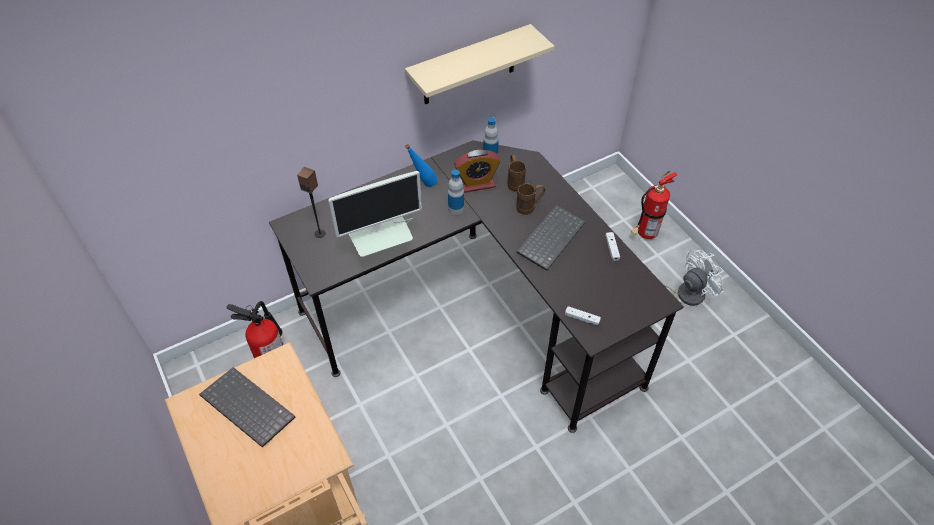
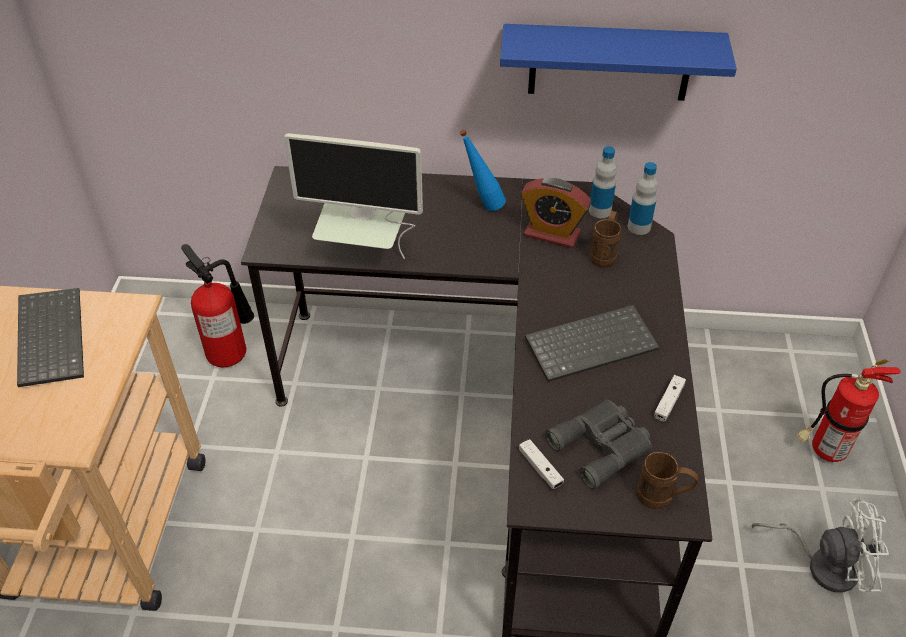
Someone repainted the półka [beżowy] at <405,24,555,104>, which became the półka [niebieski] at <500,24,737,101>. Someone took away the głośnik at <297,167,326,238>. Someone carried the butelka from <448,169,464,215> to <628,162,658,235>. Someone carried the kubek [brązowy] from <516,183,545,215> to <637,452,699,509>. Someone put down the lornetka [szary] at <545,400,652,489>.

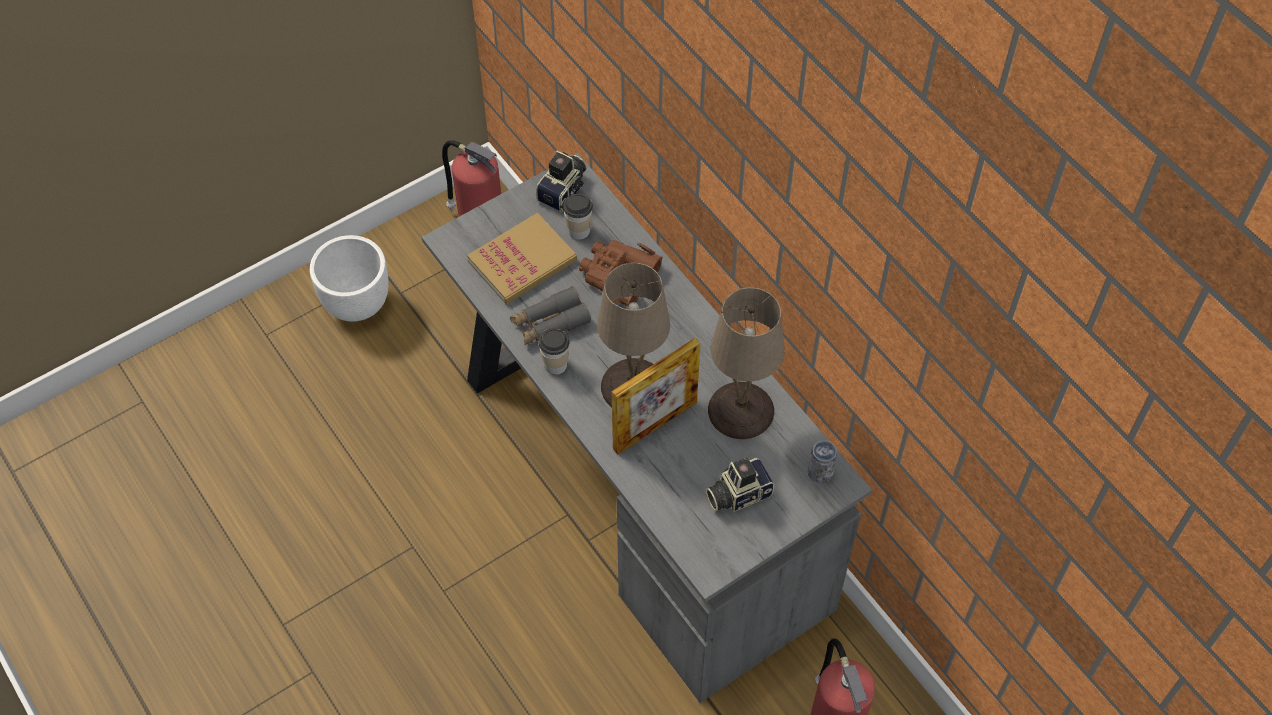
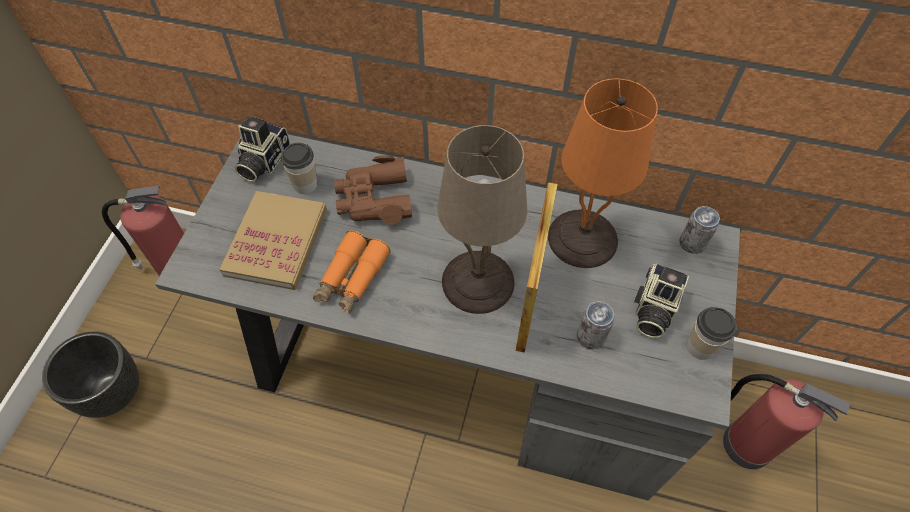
Someone rotated the aparat fotograficzny at <536,150,587,212> by 150 degrees counterclockwise. Someone repainted the donica [biały] at <310,235,389,322>, which became the donica [czarny] at <42,331,139,418>. Someone repainted the lornetka [szary] at <510,286,591,345>, which became the lornetka [pomarańczowy] at <313,230,391,314>. Someone repainted the lampa stołowa [beżowy] at <708,288,784,439>, which became the lampa stołowa [pomarańczowy] at <548,78,658,268>. Someone carried the filiżanka from <538,328,569,375> to <687,307,737,360>. Someone put down the puszka at <577,301,614,350>.

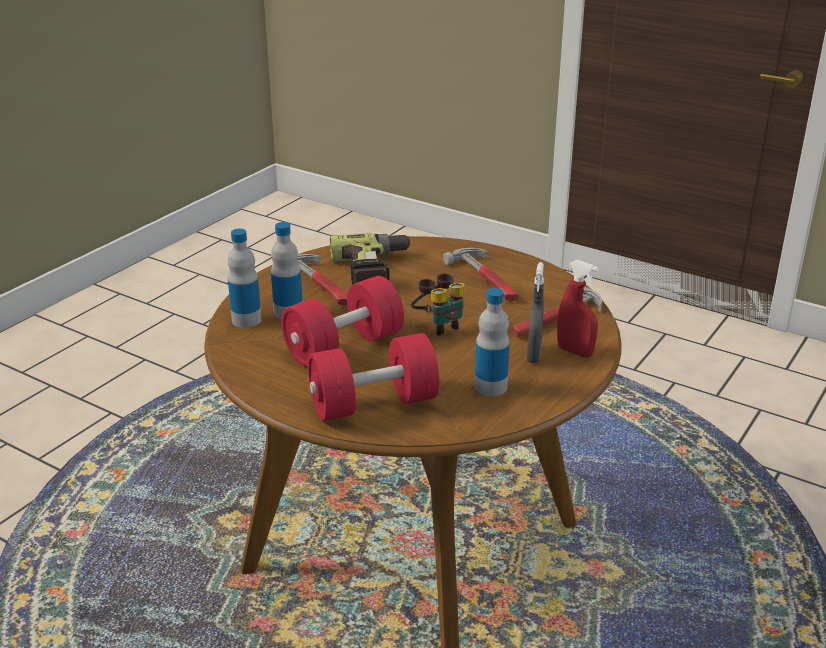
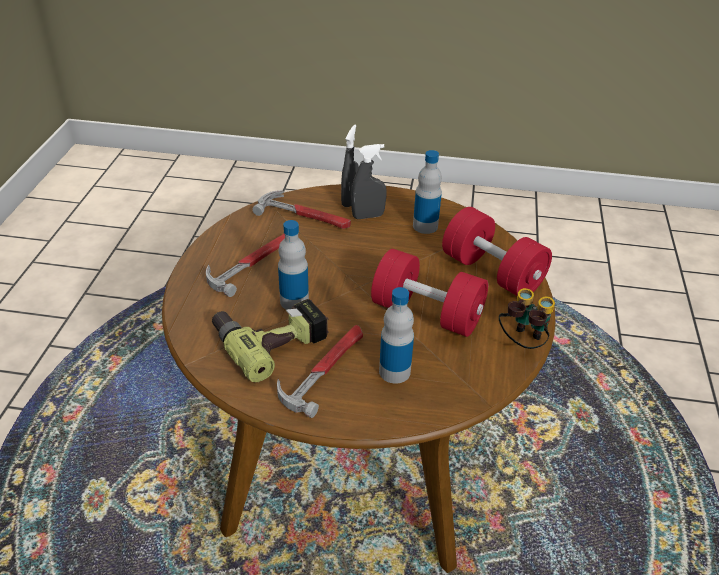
Someone carried the butelka from <227,229,262,328> to <278,220,309,310>. Someone repainted the spryskiwacz [czerwony] at <557,260,599,358>, which became the spryskiwacz [szary] at <341,124,359,207>. Someone carried the lornetka from <411,274,465,336> to <499,288,555,349>.

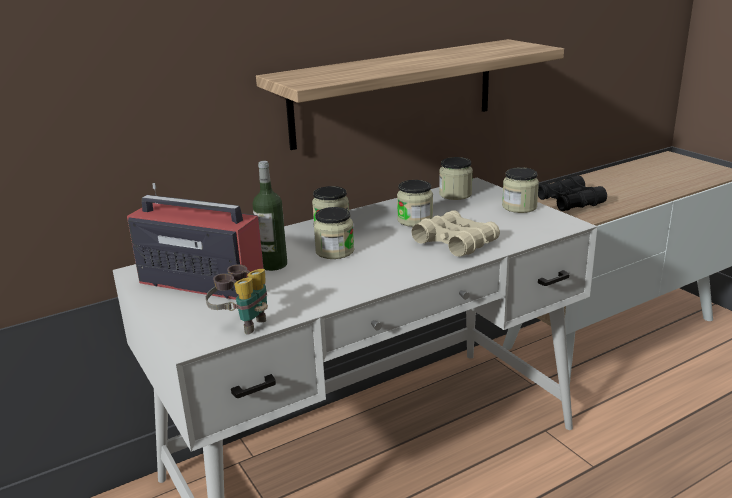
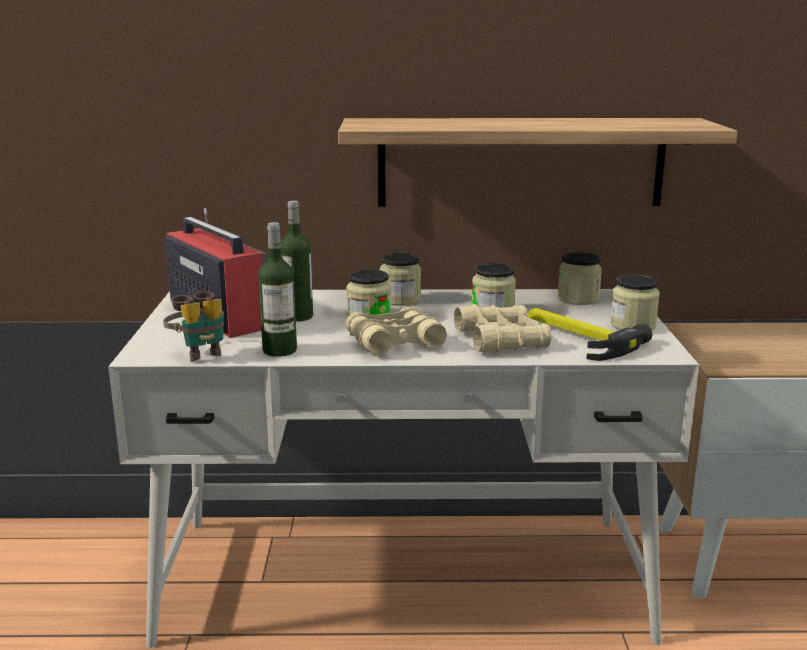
Someone took away the lornetka [czarny] at <538,176,607,211>. Someone put down the butelka at <258,222,297,357>. Someone put down the lornetka [beżowy] at <346,307,447,355>. Someone put down the młotek at <528,308,652,361>.

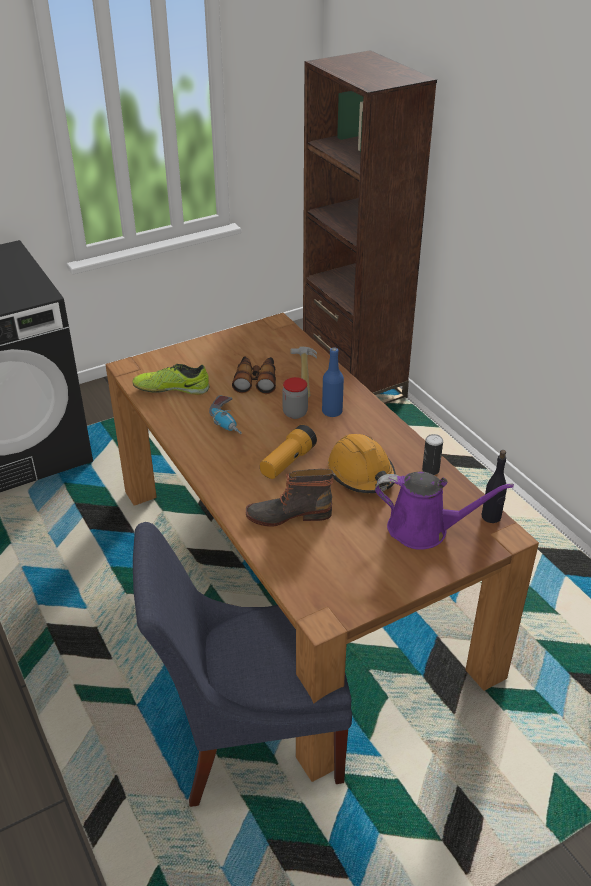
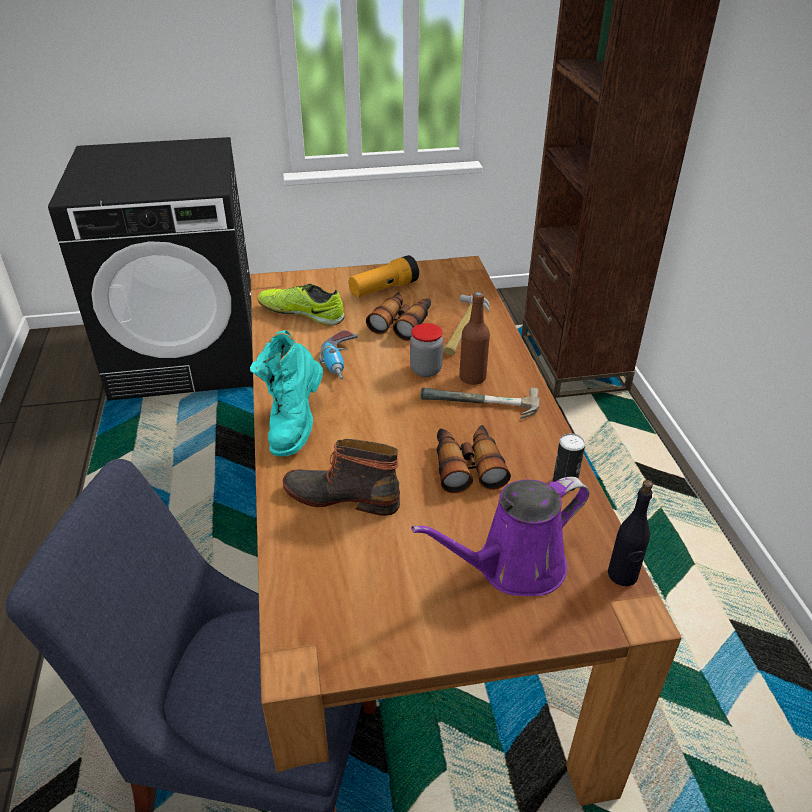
Someone repainted the butelka [niebieski] at <322,348,344,417>, which became the butelka [brązowy] at <459,291,490,385>. Someone carried the latarka from <260,425,317,479> to <349,255,419,298>. Someone swapped the kask [pomarańczowy] at <328,434,396,493> for the lornetka at <436,425,511,493>. Someone rotated the konewka [fioletowy] at <375,471,514,550> by 120 degrees clockwise. Someone put down the but z cholewką [turkusowy] at <250,330,323,456>. Someone put down the młotek at <420,387,540,419>.

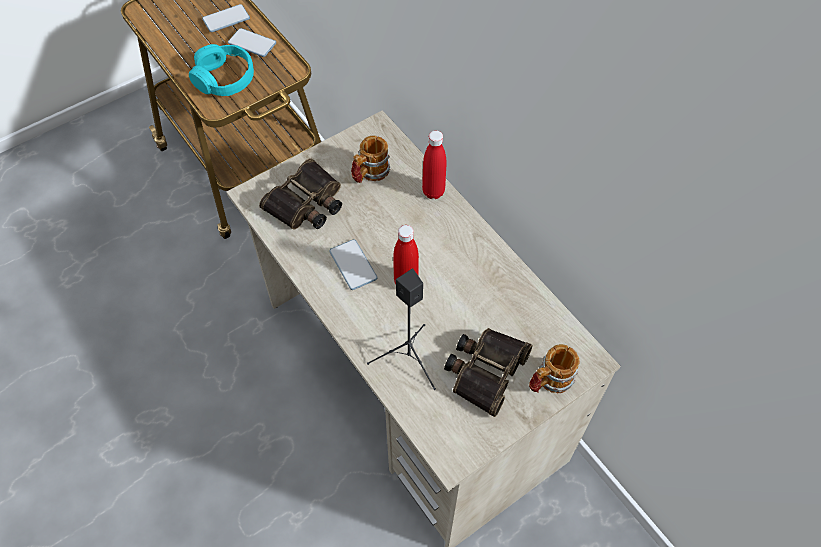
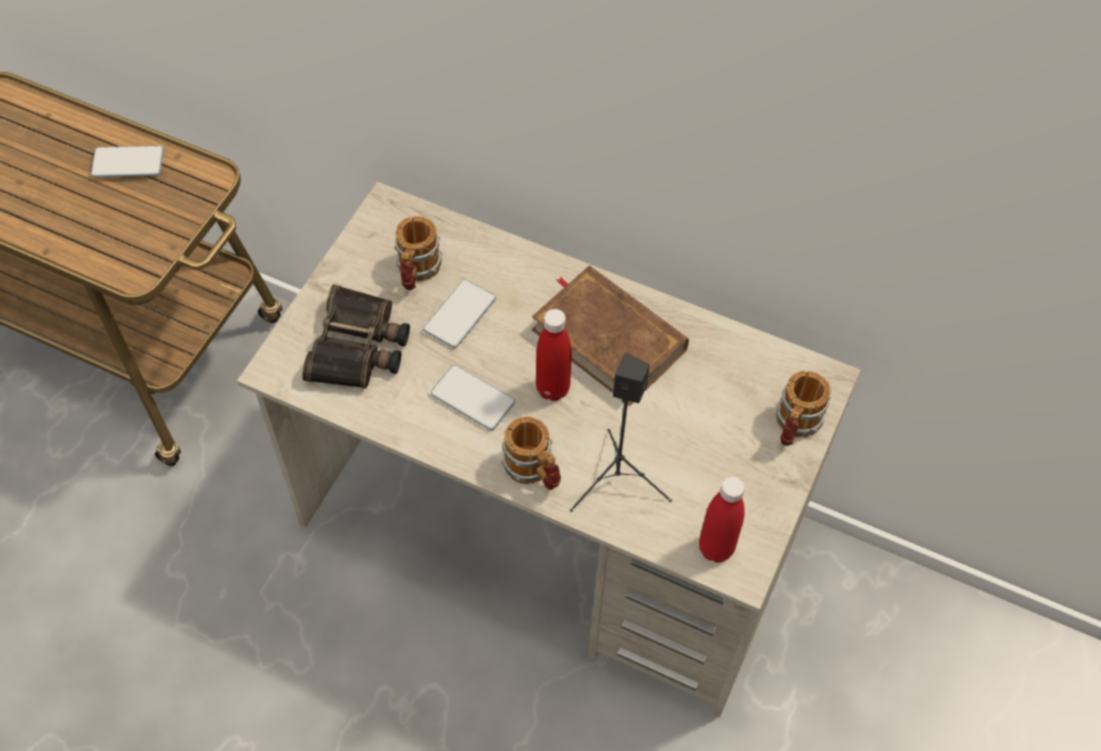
Someone carried the telefon from <202,4,250,32> to <423,280,496,348>. Someone took away the słuchawki [turkusowy] at <189,44,254,96>. Someone carried the butelka [czerwony] from <422,130,447,199> to <699,476,745,563>. Someone took away the lornetka at <444,328,533,417>. Someone put down the książka [brązowy] at <532,266,689,406>. Someone put down the kubek at <501,416,561,490>.

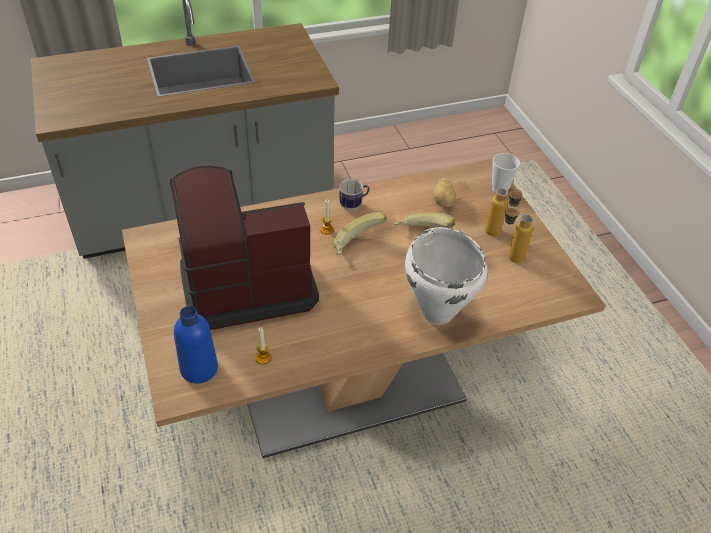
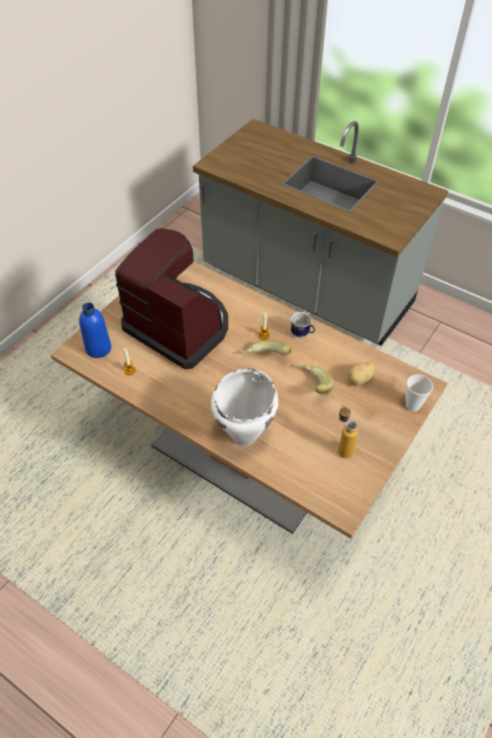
Someone took away the butelka at <485,188,523,236>.

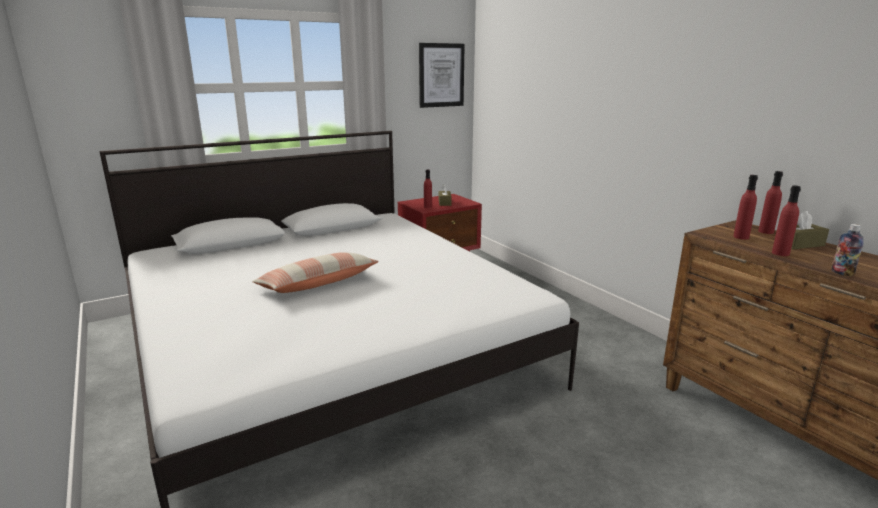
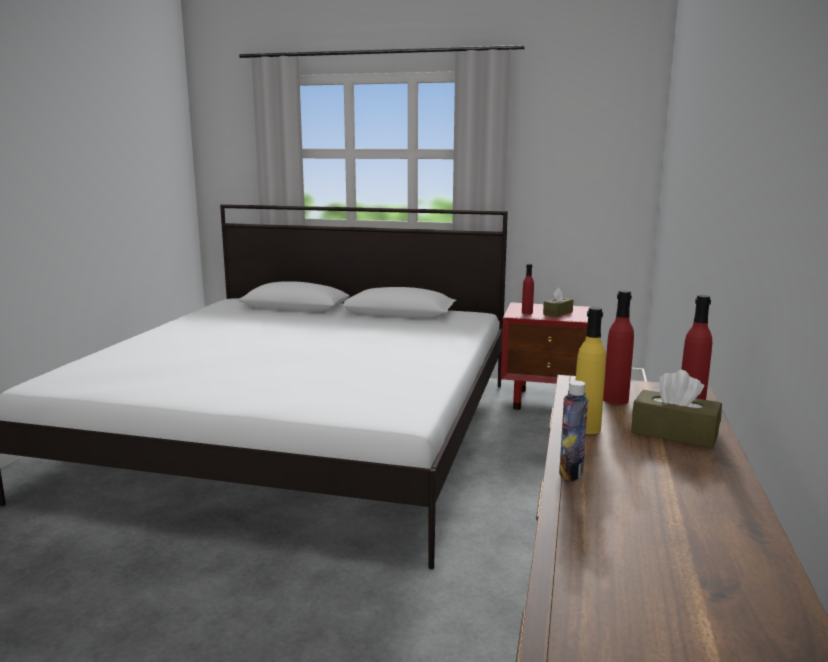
Someone took away the obraz at <419,43,465,108>. Someone repainted the butelka [czerwony] at <772,186,801,256>, which became the butelka [żółty] at <576,307,606,434>. Someone took away the poduszka at <252,252,379,293>.

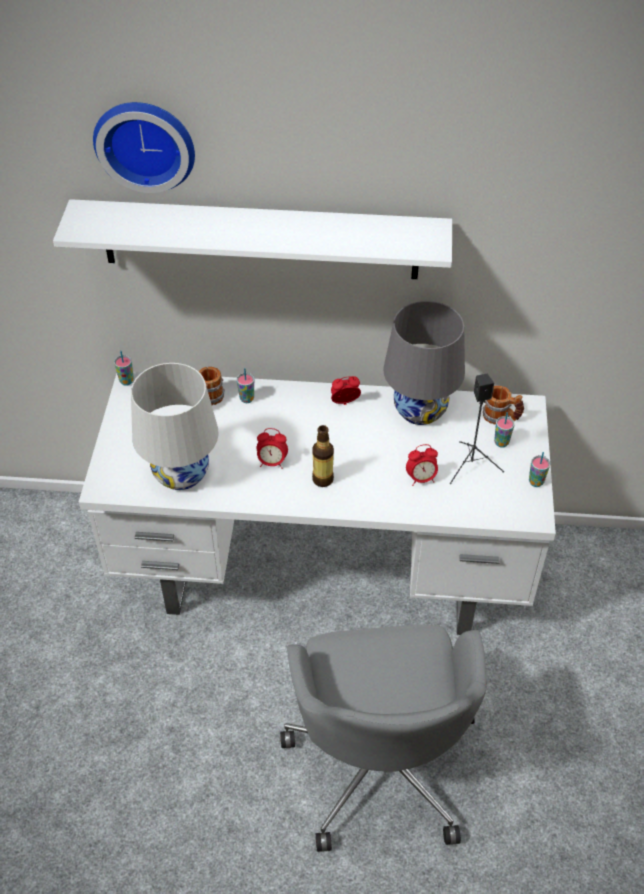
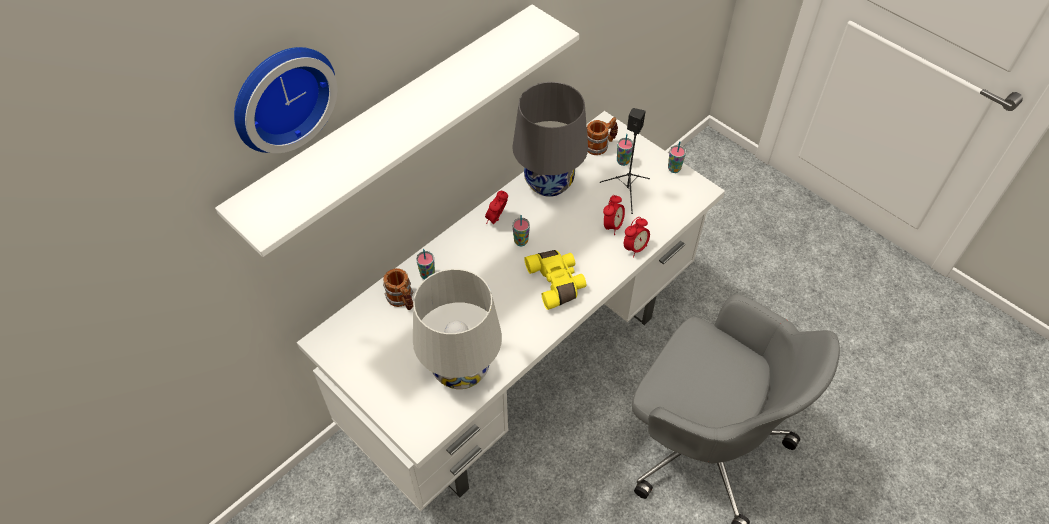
Someone carried the filiżanka from <114,351,134,386> to <512,215,530,246>. Someone swapped the butelka at <312,425,334,487> for the lornetka [żółty] at <524,250,587,310>. Someone carried the budzik from <257,428,288,469> to <624,217,650,258>.

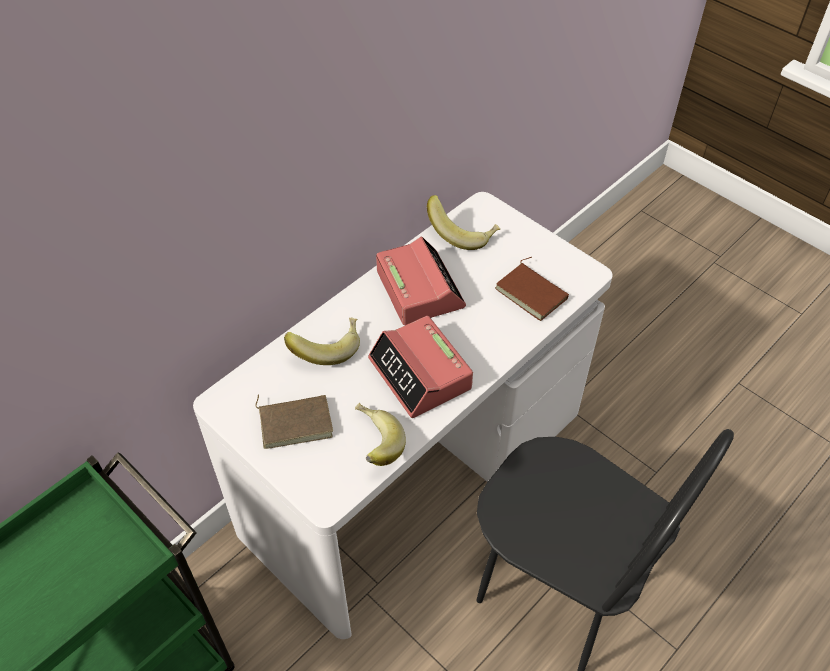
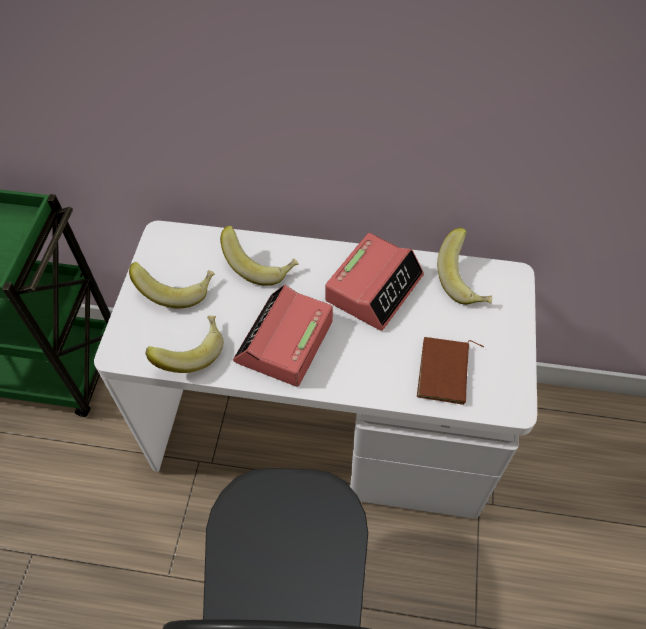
Someone swapped the książka [brązowy] at <255,394,333,449> for the banan at <129,262,215,309>.

